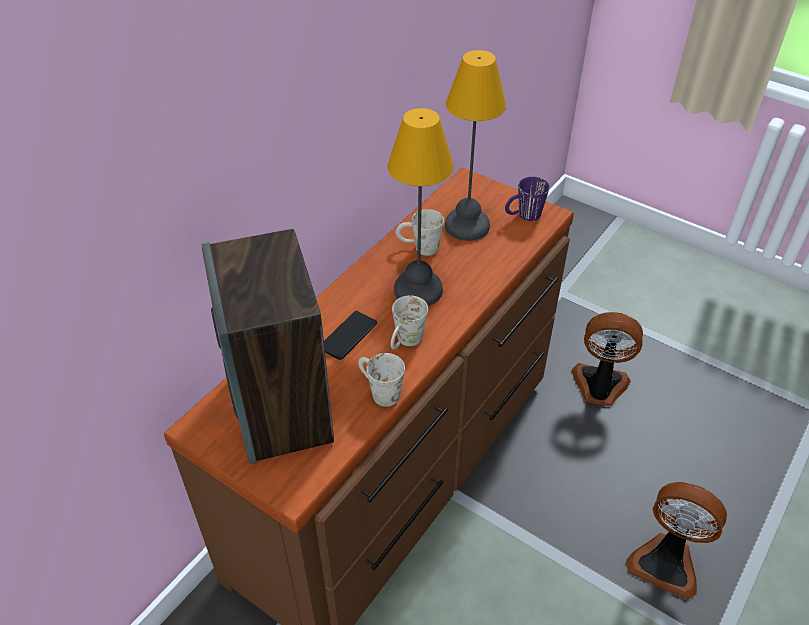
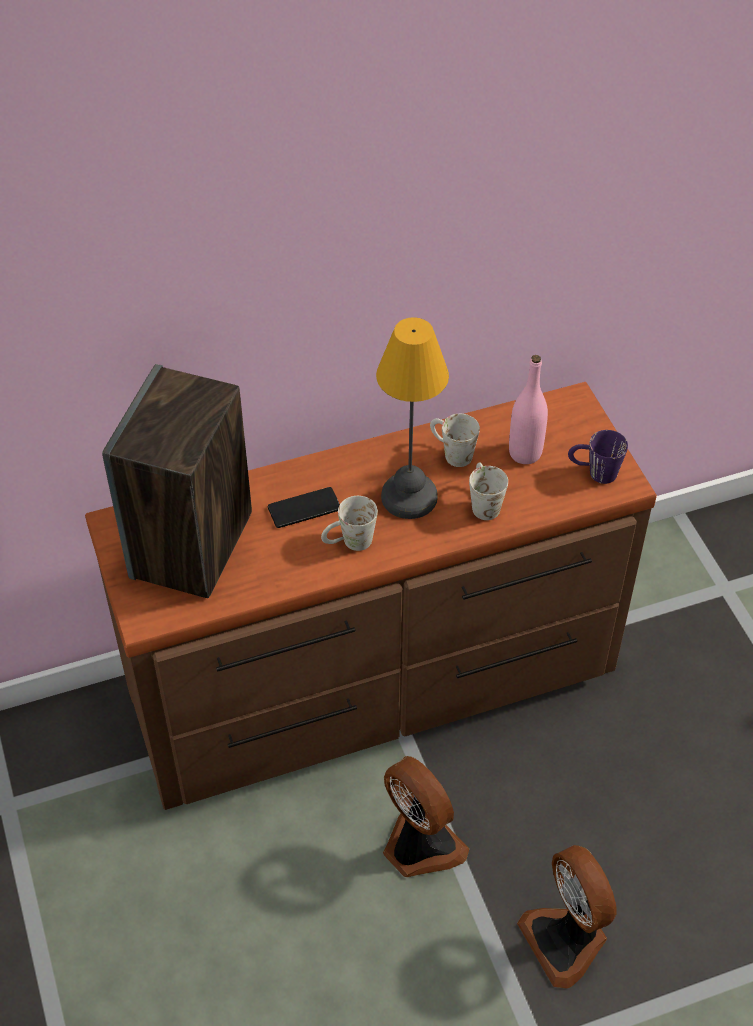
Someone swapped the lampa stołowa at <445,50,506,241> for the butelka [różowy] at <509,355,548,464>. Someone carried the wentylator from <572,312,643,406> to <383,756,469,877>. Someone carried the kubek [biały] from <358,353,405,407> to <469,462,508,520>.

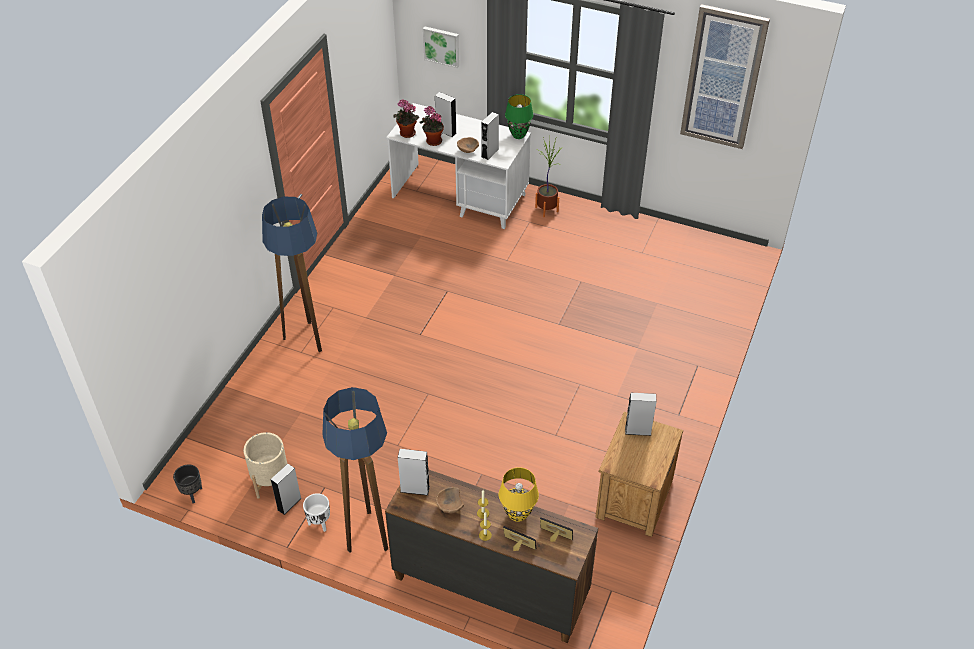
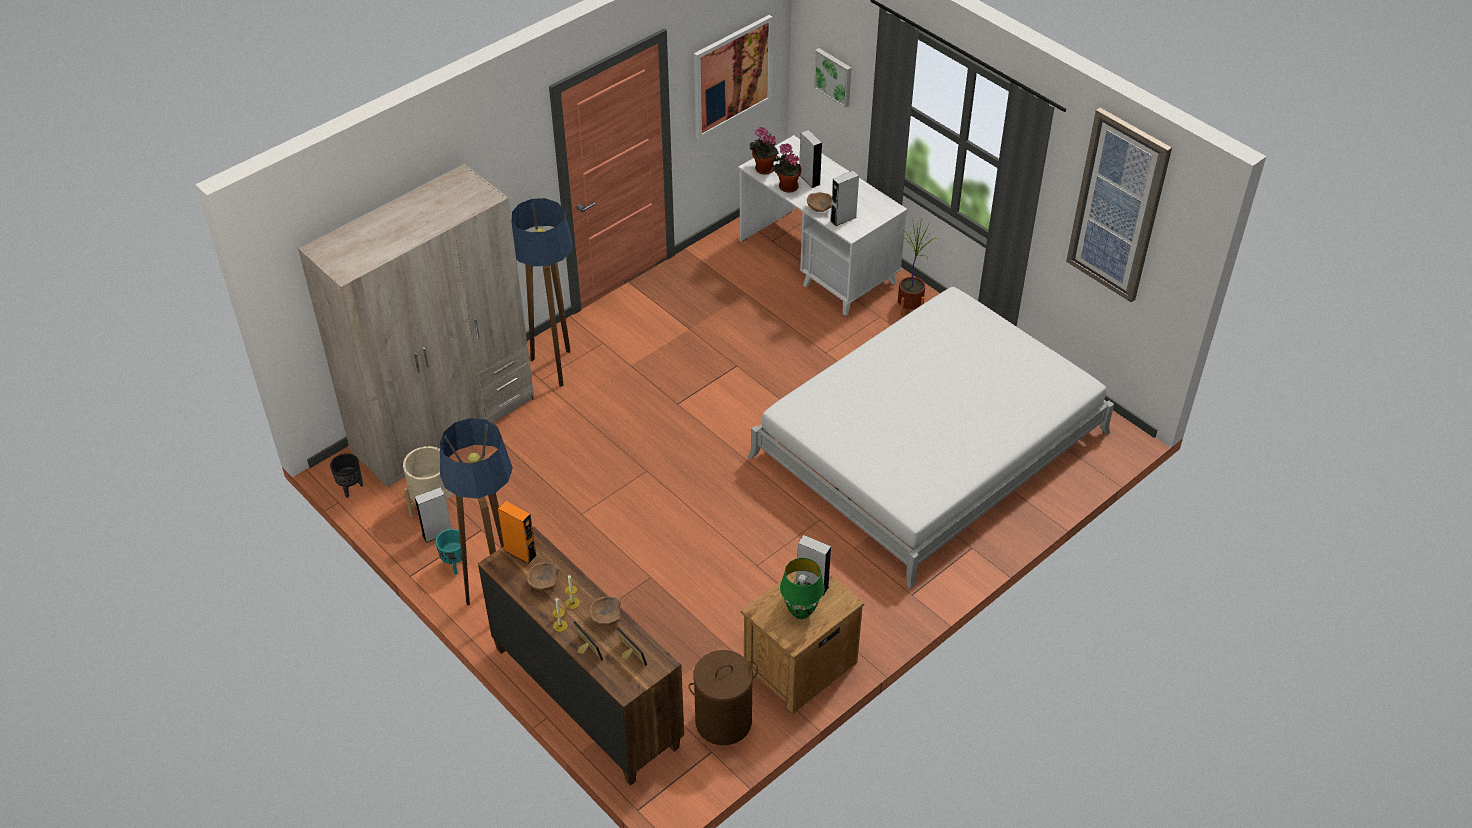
Someone carried the lampa stołowa [zielony] from <505,94,533,139> to <780,558,824,619>. Someone repainted the głośnik [szary] at <398,449,430,495>, which became the głośnik [pomarańczowy] at <498,501,537,564>. Someone swapped the lampa stołowa [żółty] at <499,467,539,522> for the miska [brązowy] at <590,596,621,626>. Someone repainted the donica [biały] at <303,493,330,532>, which became the donica [turkusowy] at <436,529,467,575>. Someone put up the obraz at <694,15,773,139>. Someone put down the szafa [beżowy] at <298,164,534,488>. Someone put down the łóżko [biały] at <748,287,1114,589>. Someone put down the kosz na pranie [brązowy] at <688,650,758,745>.

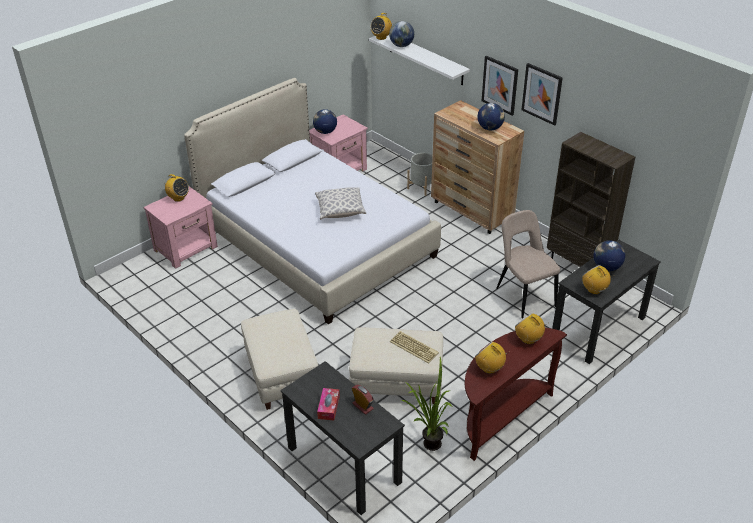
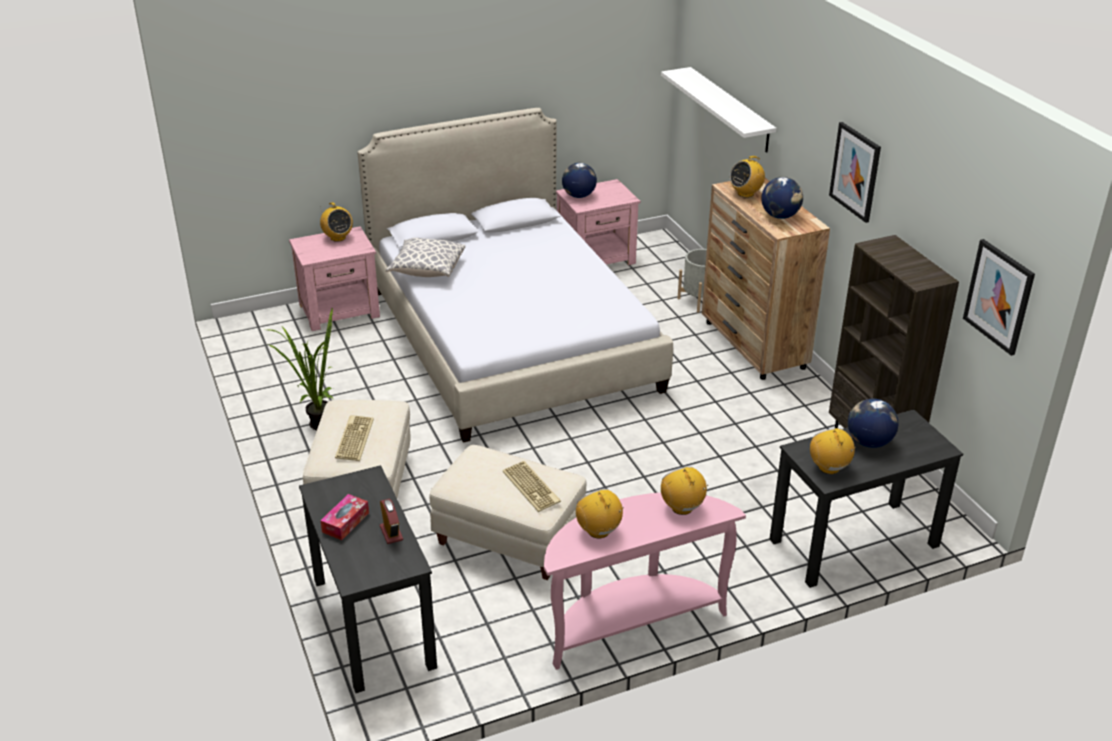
Someone carried the radio from <371,13,392,40> to <730,156,765,198>. Someone took away the globus at <389,21,414,47>. Someone carried the obraz from <482,56,518,116> to <963,239,1035,356>. Someone carried the poduszka from <315,187,366,220> to <386,238,465,277>. Someone took away the krzesło [beżowy] at <496,210,560,318>. Someone repainted the stolik konsolowy [brązowy] at <465,328,567,461>, which became the stolik konsolowy [różowy] at <544,493,746,670>. Someone carried the roślina doniczkowa from <401,357,453,451> to <268,307,333,430>. Someone put down the klawiatura at <335,415,374,461>.

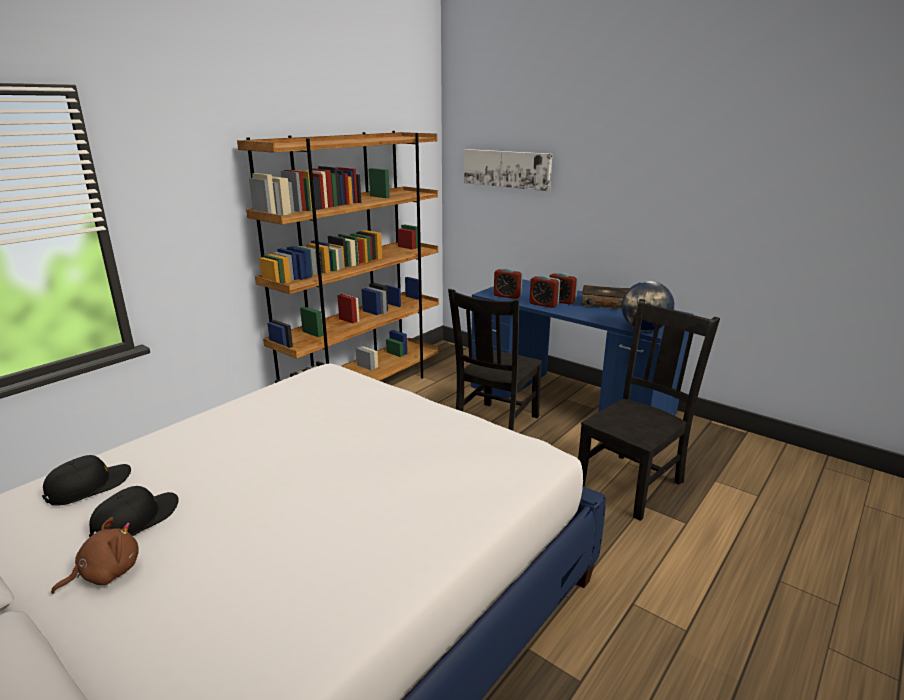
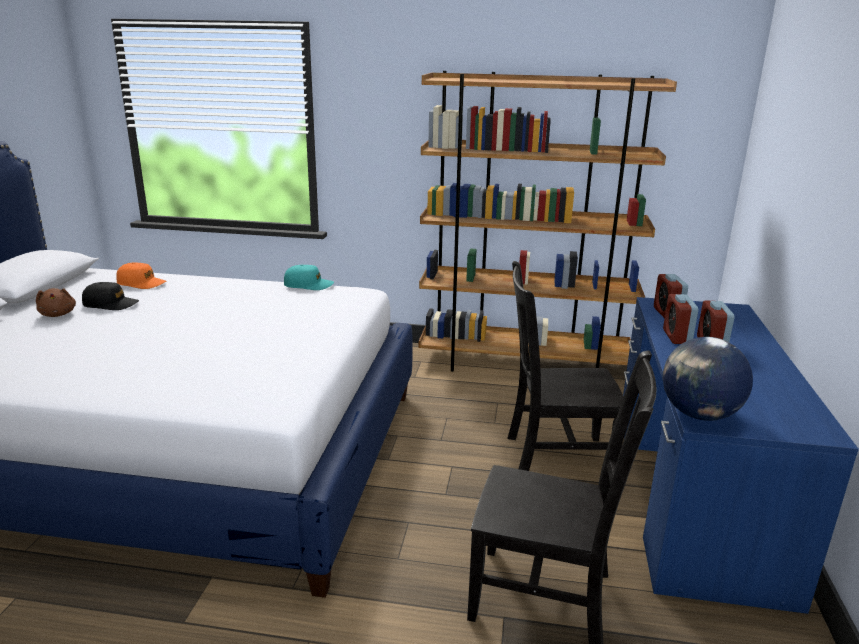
Someone took away the obraz at <464,149,552,191>. Someone took away the książka at <581,285,630,309>. Someone repainted the czapka z daszkiem [czarny] at <42,455,131,506>, which became the czapka z daszkiem [pomarańczowy] at <116,262,166,289>. Someone rotated the pluszak [brązowy] at <51,517,139,594> by 45 degrees clockwise. Someone put down the czapka z daszkiem [turkusowy] at <284,265,334,290>.

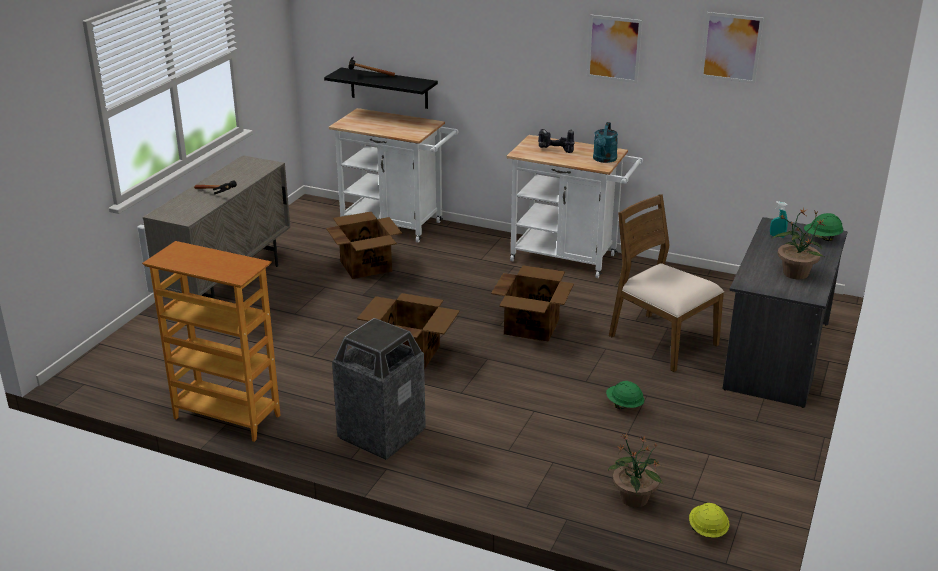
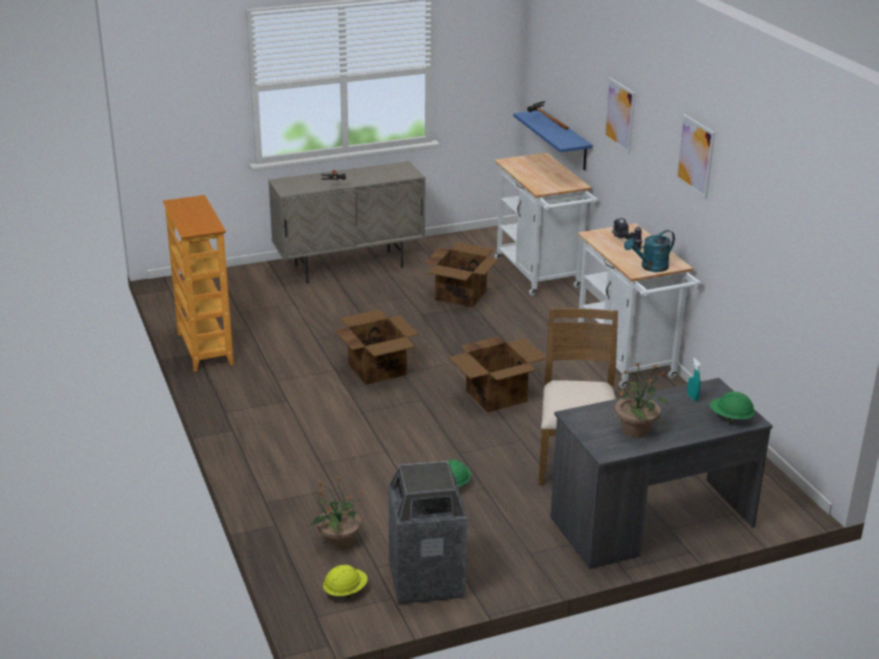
Someone carried the obraz from <700,12,764,84> to <604,77,635,154>. Someone repainted the półka [czarny] at <324,67,438,109>, which became the półka [niebieski] at <513,110,593,170>. Someone carried the kosz na śmieci from <332,318,426,460> to <388,461,467,604>.

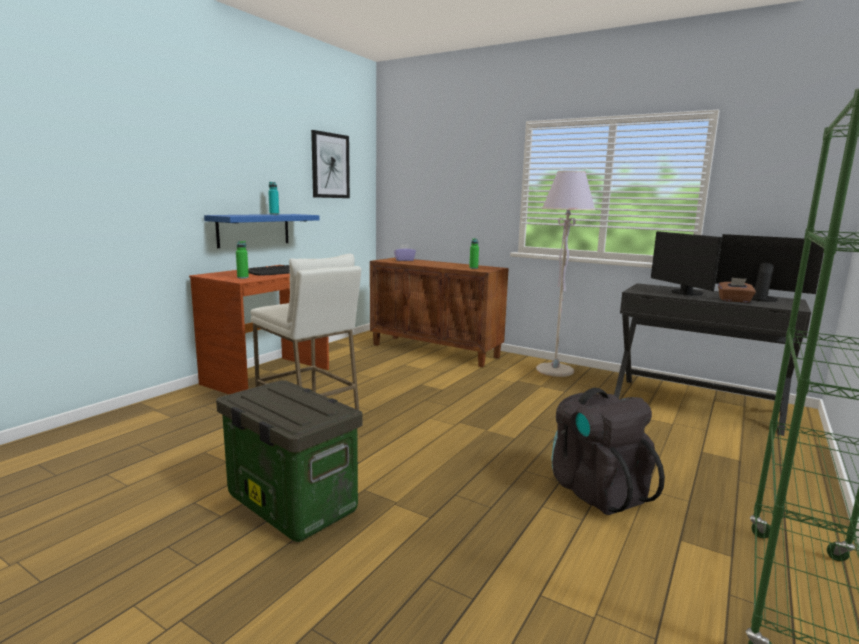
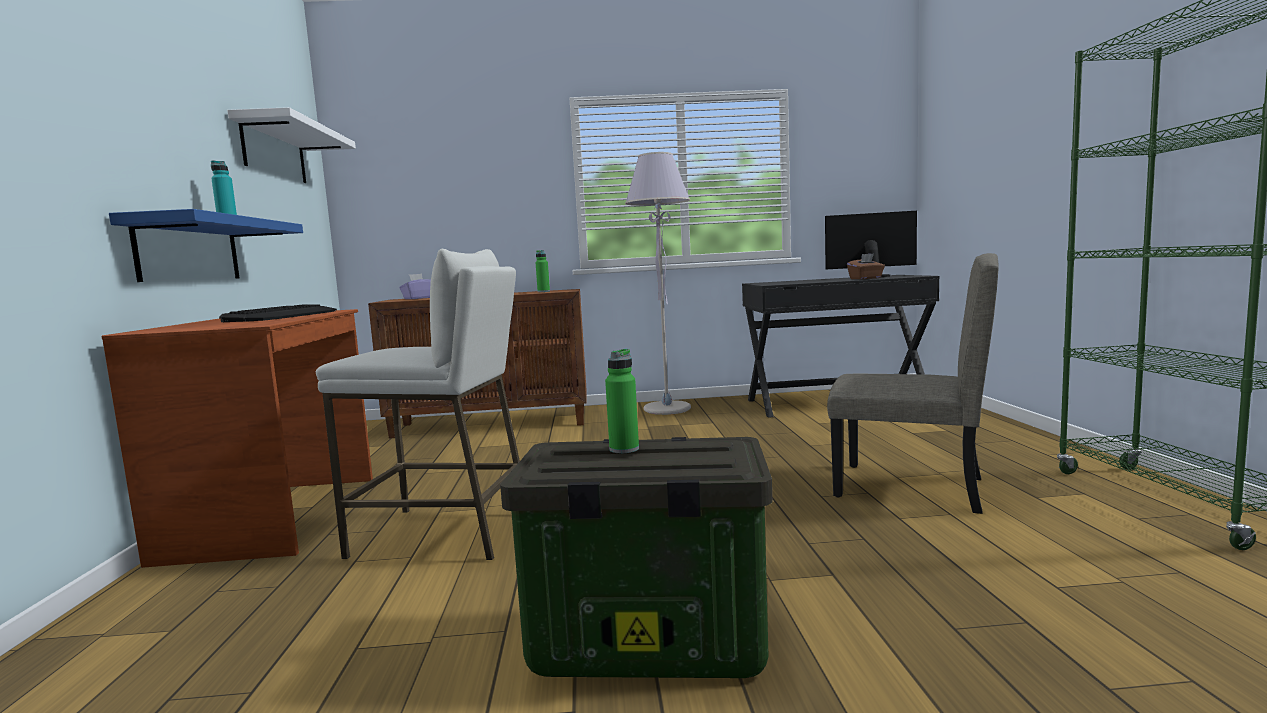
Someone swapped the obraz at <311,130,350,198> for the półka [biały] at <227,107,356,183>. Someone took away the monitor at <651,231,722,296>. Someone carried the butelka [zielony] from <236,241,249,279> to <605,349,639,453>. Someone swapped the plecak [czarny] at <551,388,665,515> for the krzesło [beżowy] at <827,253,999,514>.

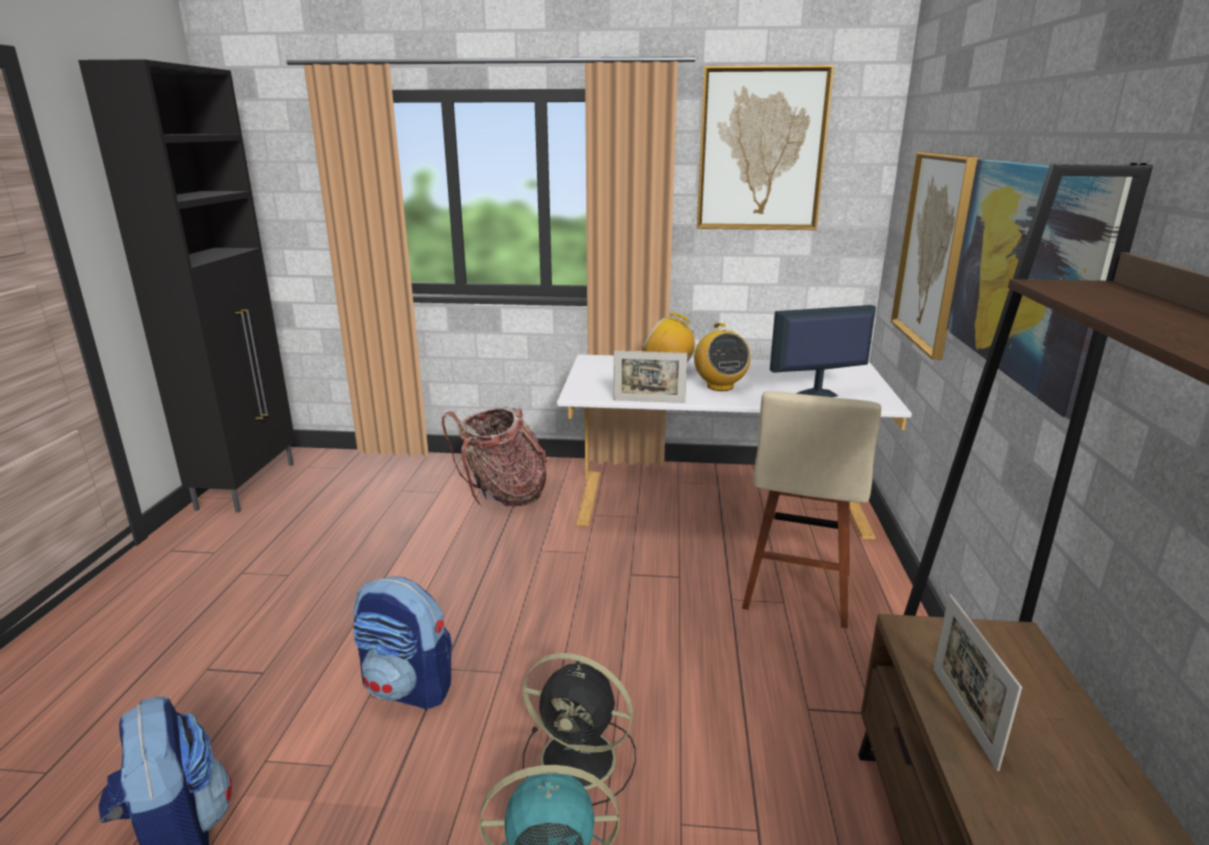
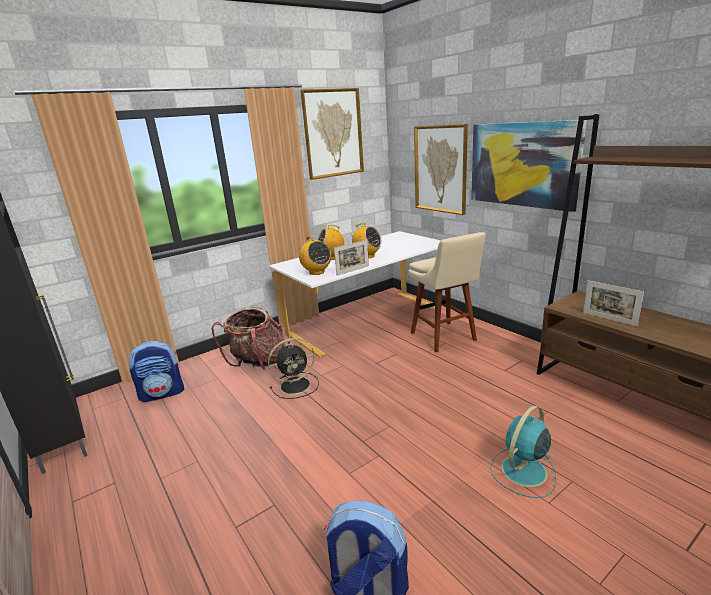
Someone took away the monitor at <770,305,876,397>. Someone carried the plecak from <353,577,452,710> to <129,341,184,402>. Someone carried the wentylator [czarny] from <523,653,636,806> to <268,338,319,399>. Someone put down the radio at <297,236,331,275>.

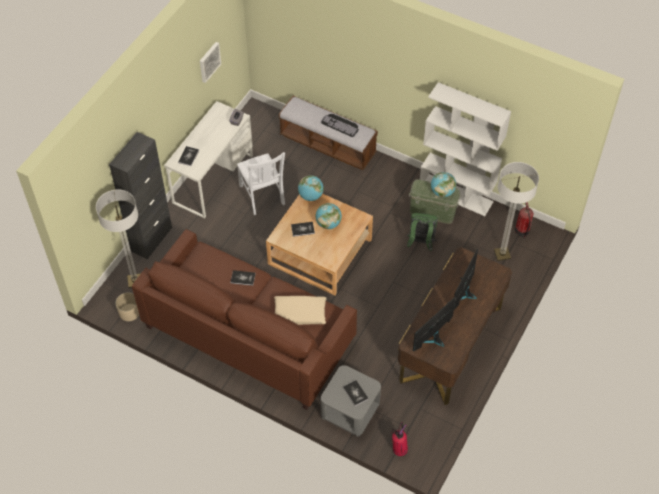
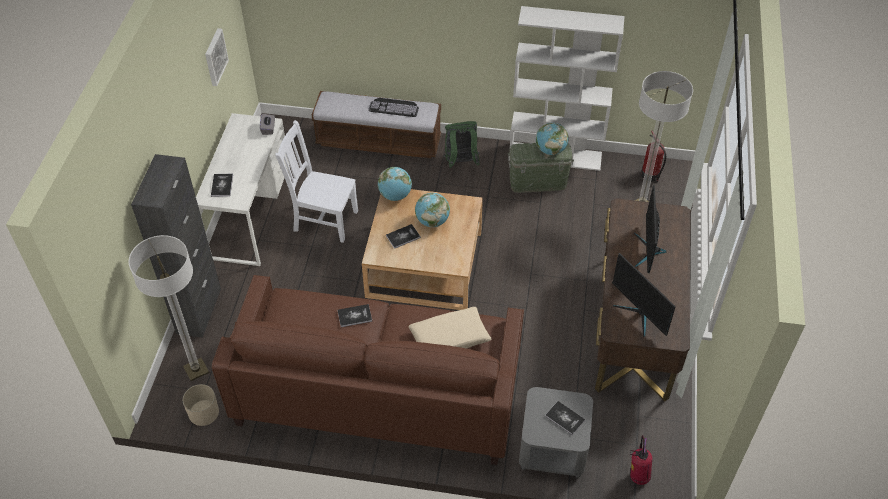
Someone rotated the krzesło [biały] at <237,152,285,215> by 150 degrees clockwise. Someone carried the plecak [zielony] from <407,213,438,251> to <443,121,480,168>. Someone rotated the monitor at <412,297,456,351> by 60 degrees counterclockwise.

